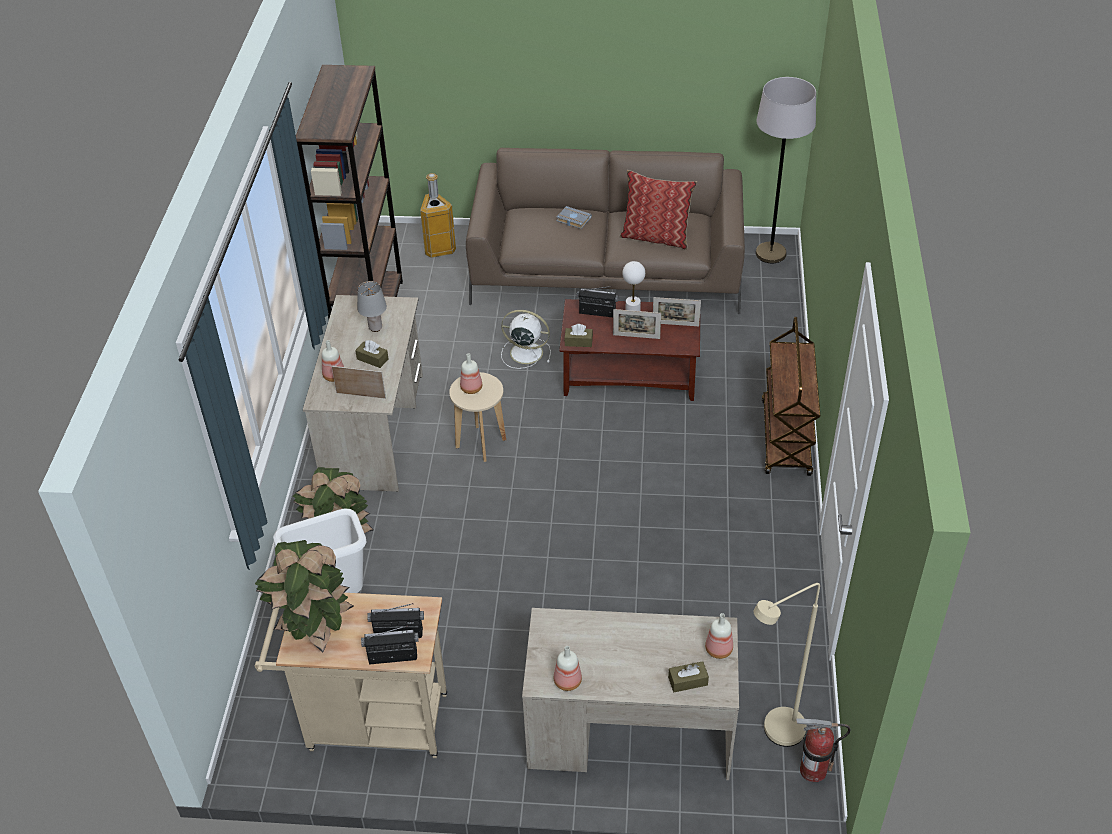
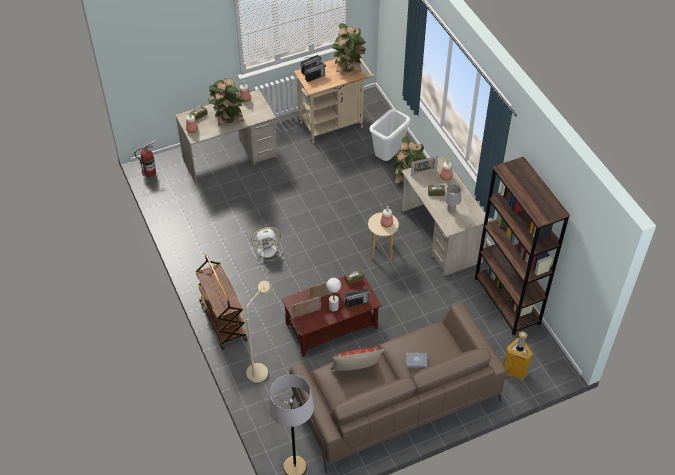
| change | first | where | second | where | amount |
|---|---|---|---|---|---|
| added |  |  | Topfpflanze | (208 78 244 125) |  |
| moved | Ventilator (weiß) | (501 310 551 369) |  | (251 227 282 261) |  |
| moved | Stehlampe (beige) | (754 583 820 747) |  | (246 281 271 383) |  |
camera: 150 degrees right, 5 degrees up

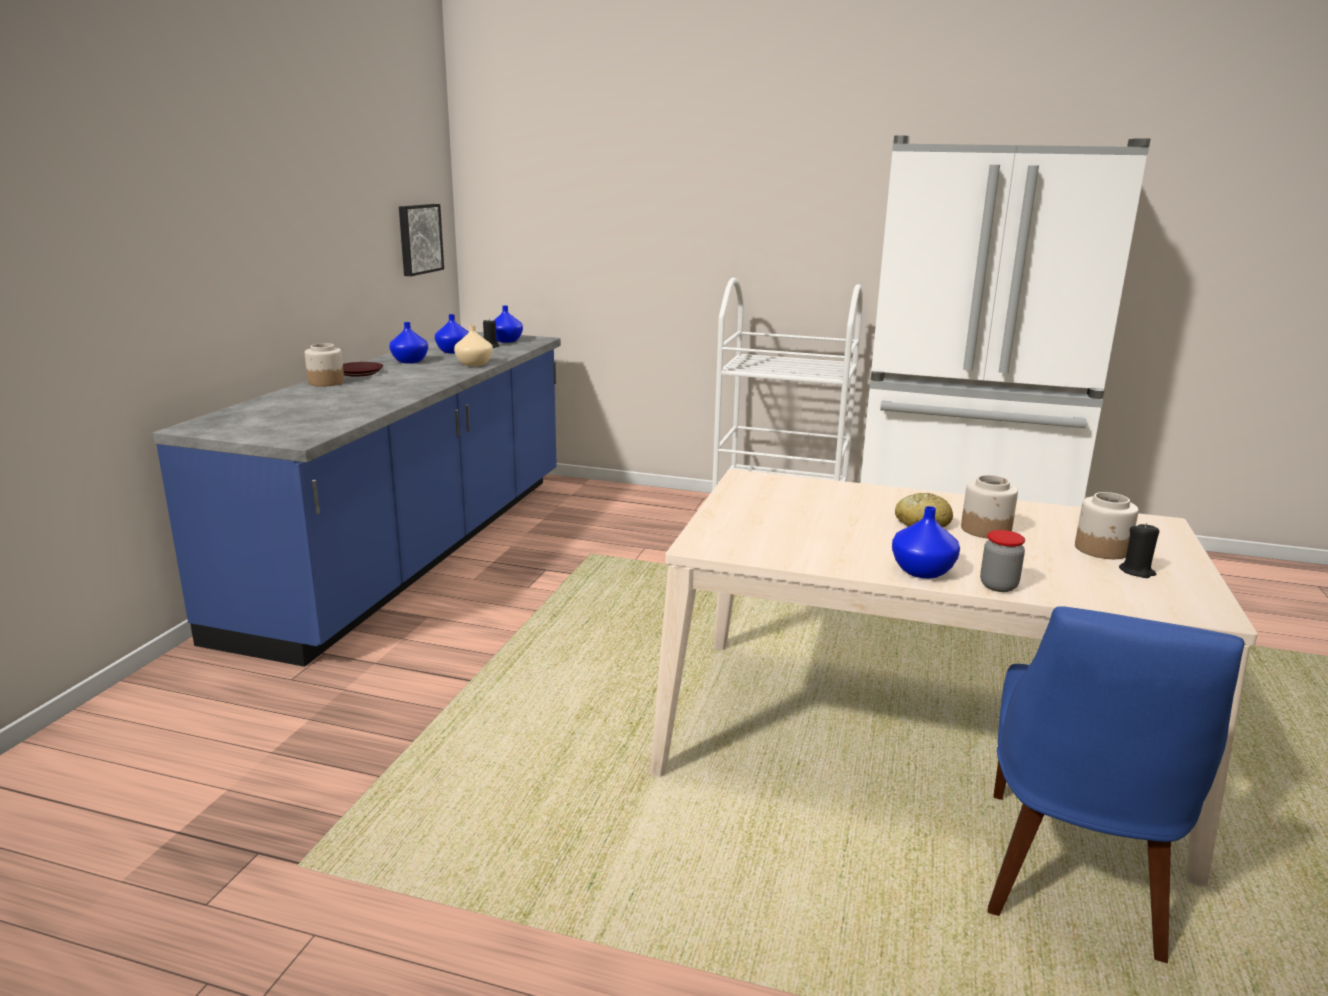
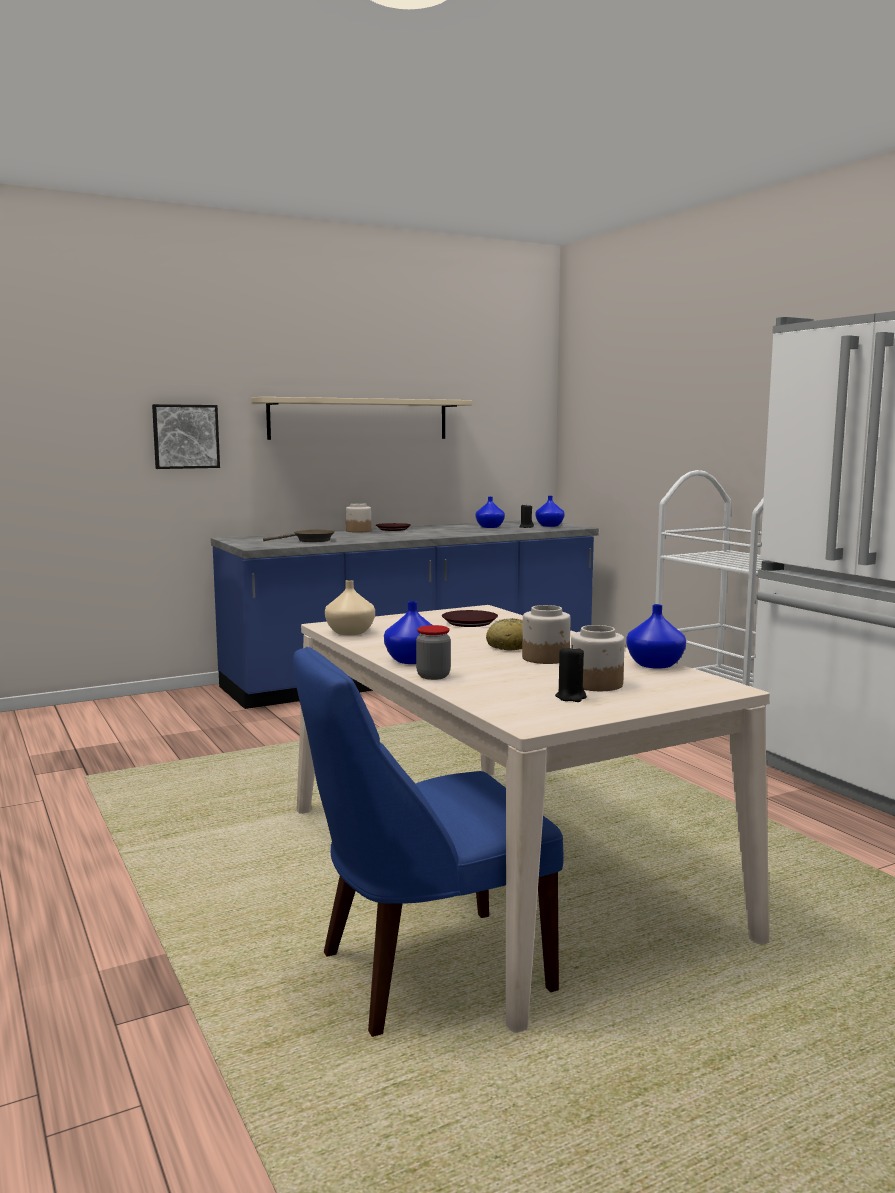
| change | first | where | second | where | amount |
|---|---|---|---|---|---|
| added |  |  | Wandregal (beige) | (251 397 472 440) |  |
| added |  |  | Pfanne (braun) | (263 530 335 542) |  |
| added |  |  | Teller (braun) | (442 610 498 627) |  |
| moved | Vase (blau) | (389 322 428 363) |  | (626 604 686 669) |  |
| moved | Bild | (399 204 444 276) |  | (152 404 220 469) |  |
| moved | Vase (beige) | (454 325 493 367) |  | (325 580 375 635) |  |
camera: 45 degrees right, 10 degrees down

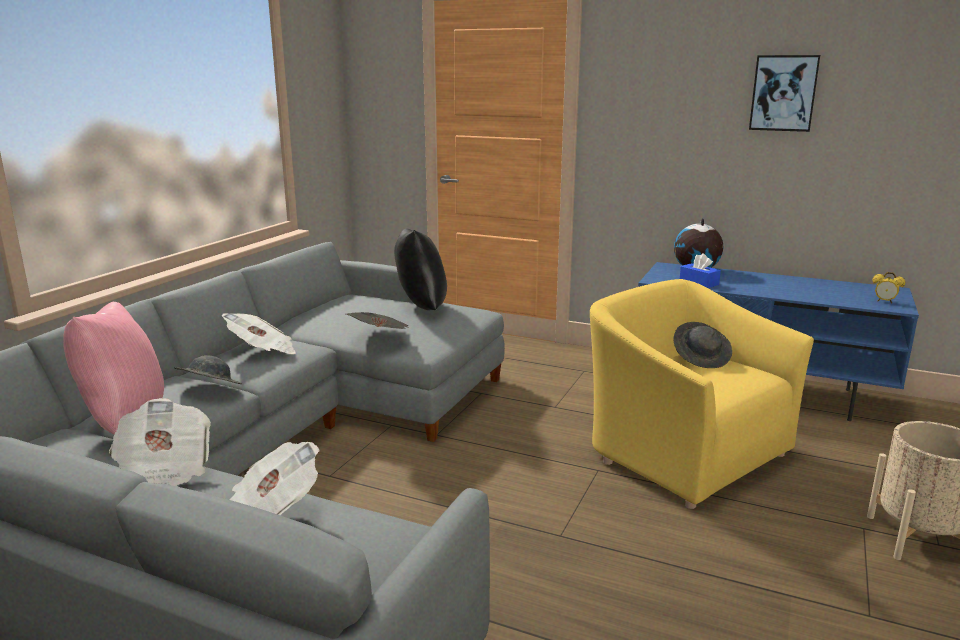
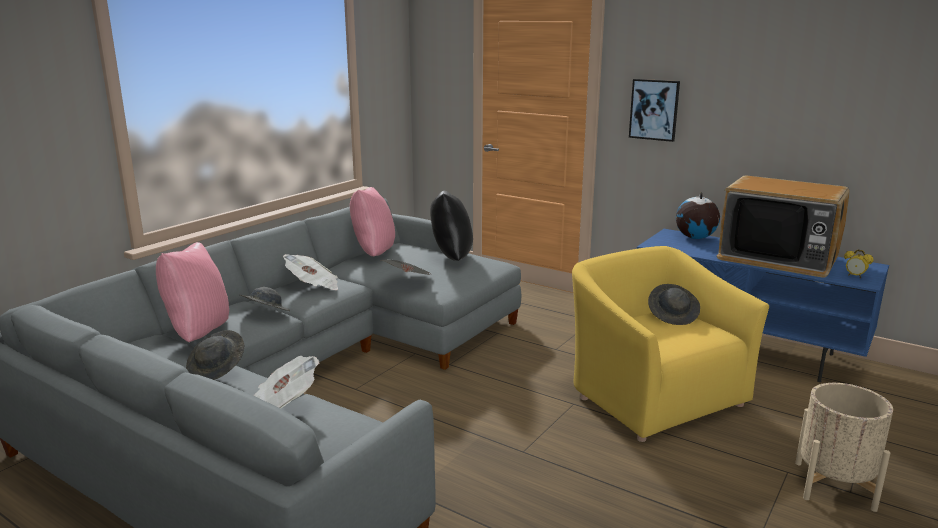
| change | first | where | second | where | amount |
|---|---|---|---|---|---|
| removed | Taschentuchbox (blau) | (680 253 721 288) |  |  |  |
| added |  |  | Kissen (rosa) | (350 187 395 256) |  |
| added |  |  | Fernseher | (716 176 850 278) |  |
| moved | Bild | (749 55 820 132) |  | (629 79 680 142) |  |
| replaced | Zeitung | (109 398 211 486) | Hut (grau) | (186 330 244 380) |  |
camera: 10 degrees right, 0 degrees up

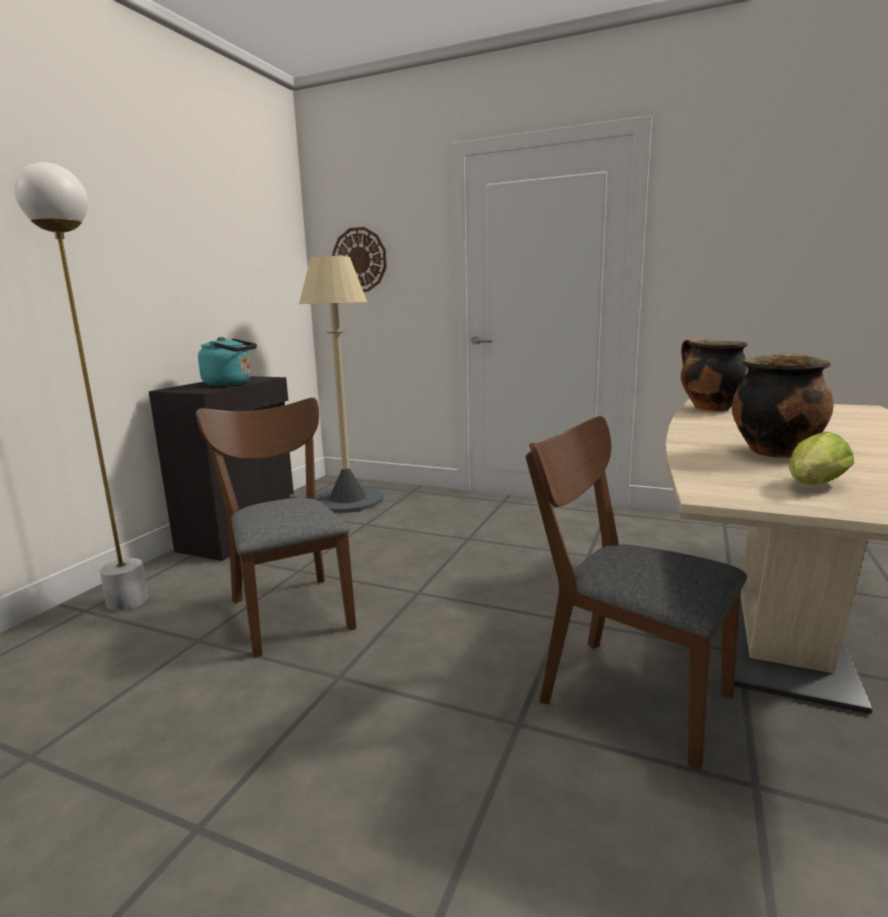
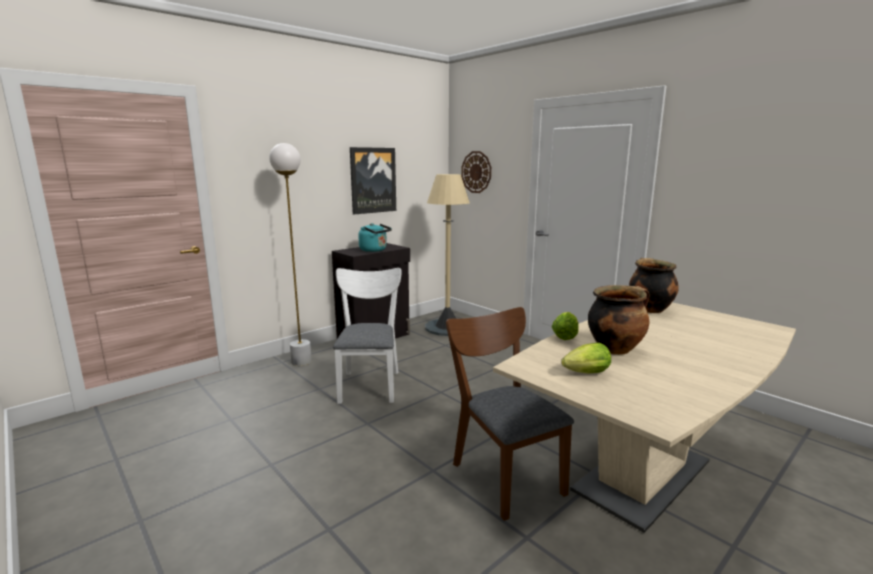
| change | first | where | second | where | amount |
|---|---|---|---|---|---|
| added |  |  | Bild | (350 147 396 214) |  |
| added |  |  | Salatkopf | (552 312 579 340) |  |
| recoloured | Stuhl (braun) | (196 398 356 658) | Stuhl (weiß) | (333 268 401 404) |  |
camera: 25 degrees right, 0 degrees up

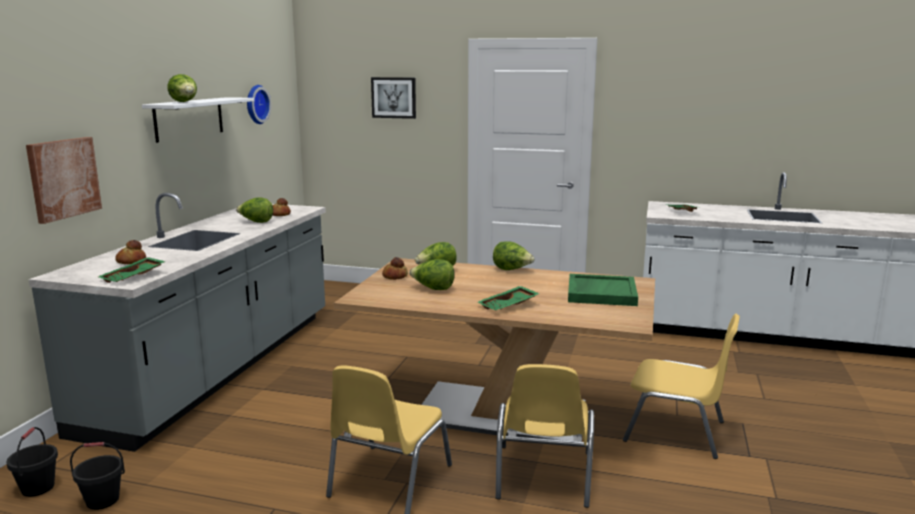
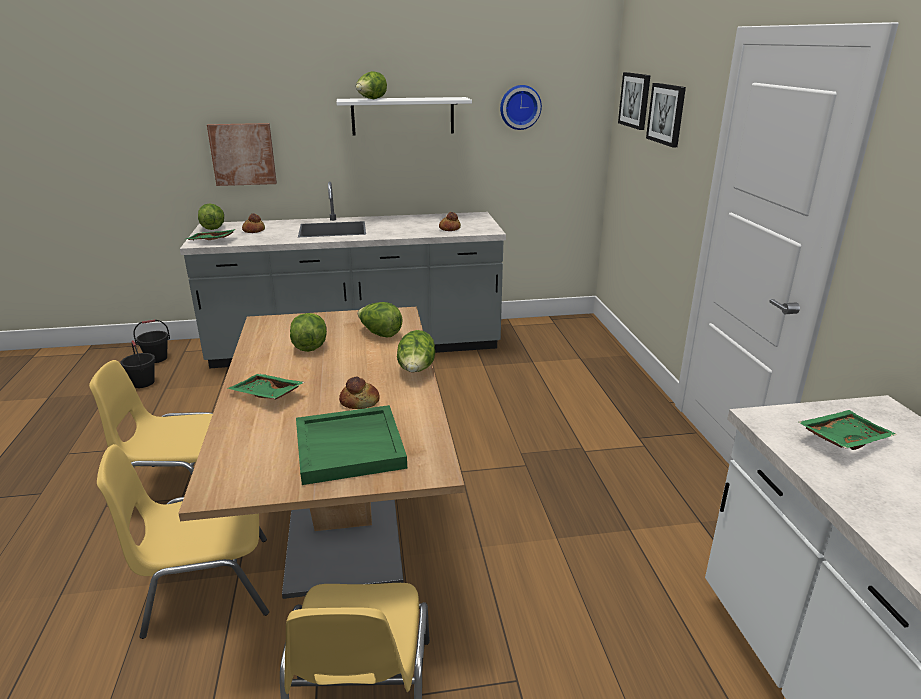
| change | first | where | second | where | amount |
|---|---|---|---|---|---|
| added |  |  | Bild | (618 72 651 130) |  |
| moved | Salatkopf | (236 197 273 223) |  | (198 203 224 230) |  |
| moved | Brot | (382 257 408 280) |  | (339 377 380 409) |  |
camera: 65 degrees right, 10 degrees up

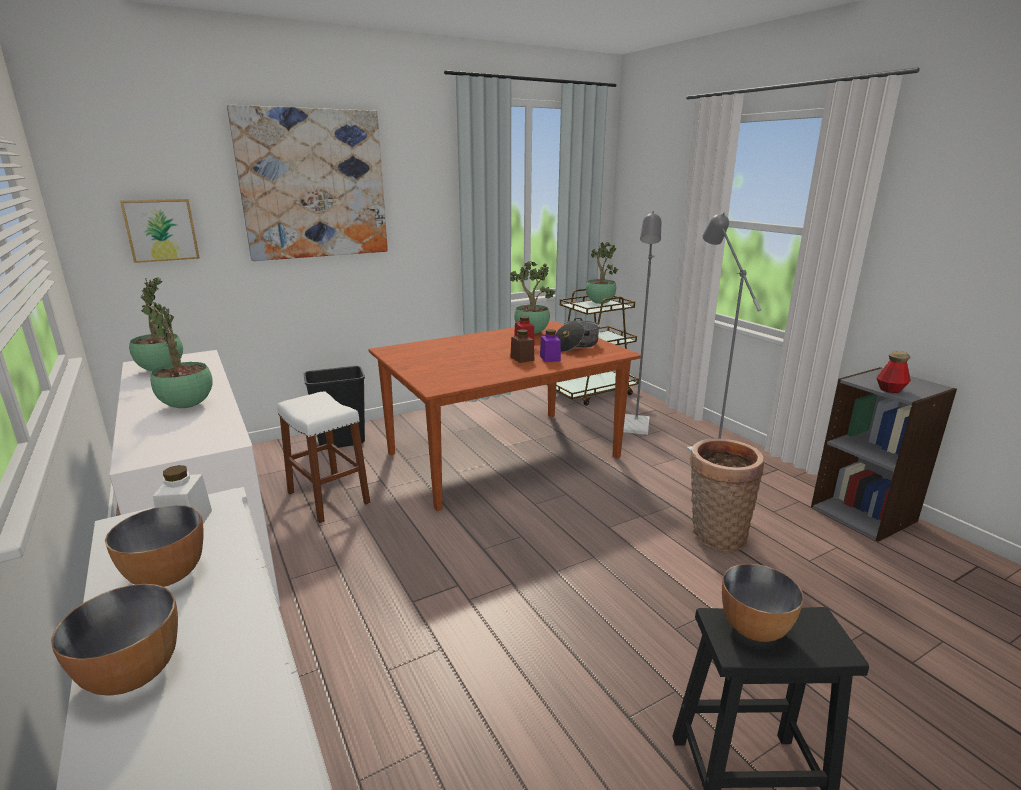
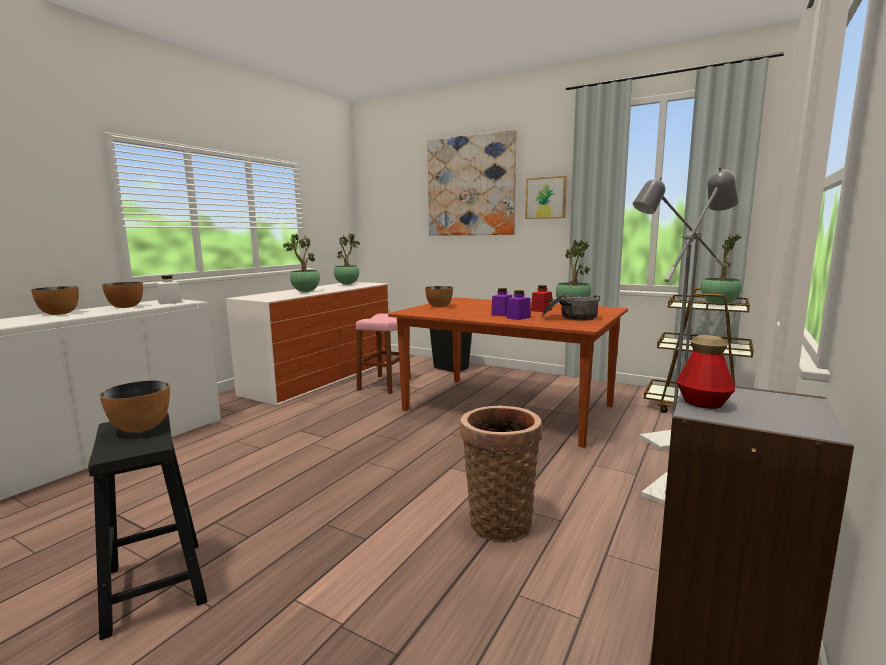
| change | first | where | second | where | amount |
|---|---|---|---|---|---|
| added |  |  | Schüssel | (425 286 453 308) |  |
| moved | Bild | (120 199 200 263) |  | (525 176 567 219) |  |
| recoloured | Hocker (weiß) | (277 391 370 523) | Hocker (rosa) | (356 313 411 394) |  |
| recoloured | Vorratsglas (braun) | (510 329 534 363) | Vorratsglas (lila) | (491 288 512 316) |  |
camera: 60 degrees right, 10 degrees down

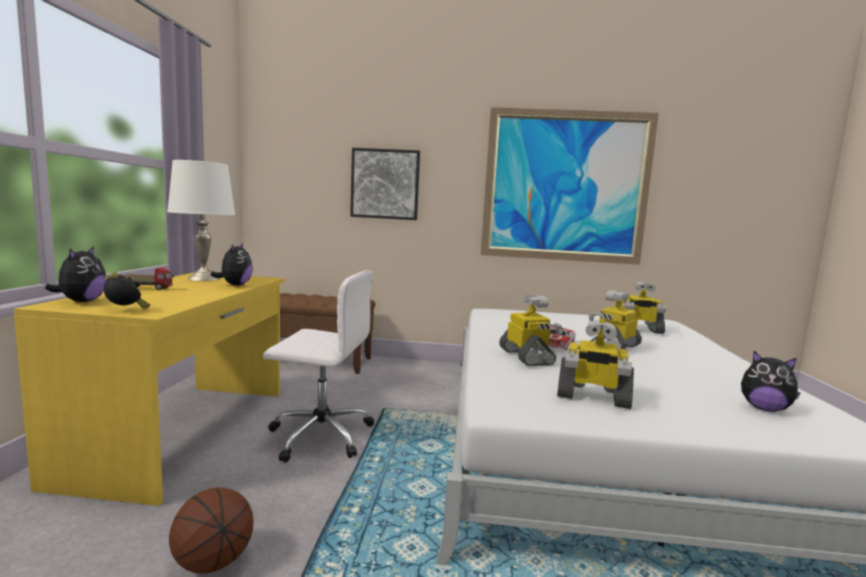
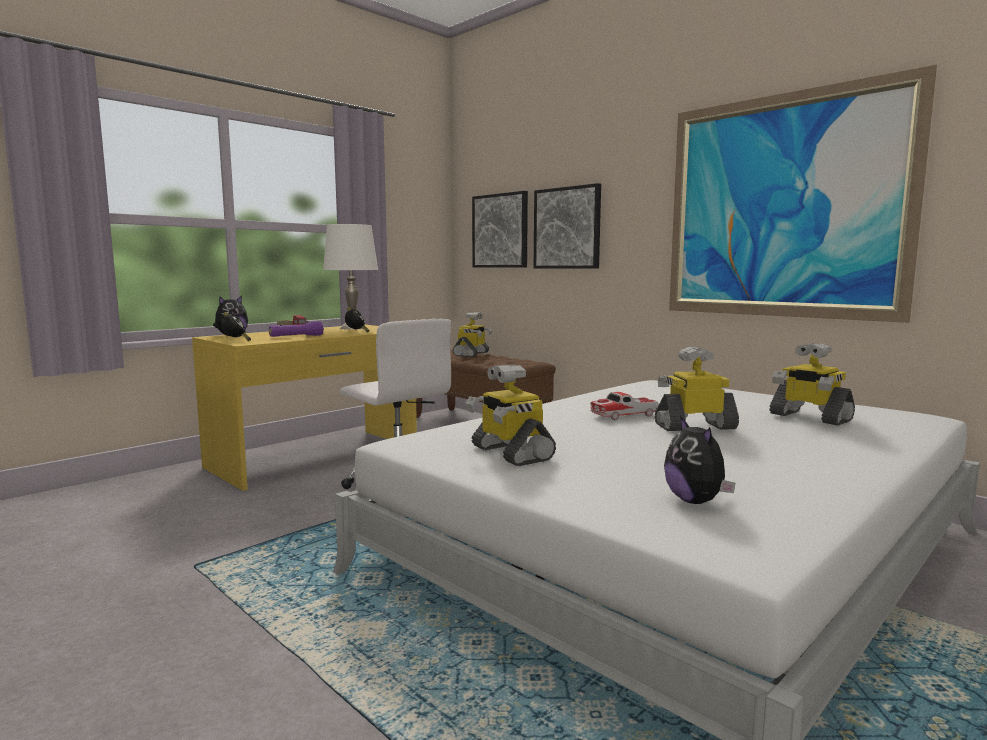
| change | first | where | second | where | amount |
|---|---|---|---|---|---|
| removed | Basketball | (169 488 254 574) |  |  |  |
| added |  |  | Taschenlampe (lila) | (269 321 324 337) |  |
| added |  |  | Bild | (472 191 528 268) |  |
| moved | Spielzeugroboter | (499 295 563 366) |  | (453 312 492 357) |  |
| replaced | Plüschtier | (211 243 253 286) | Wecker | (345 307 369 332) |  |
camera: 40 degrees right, 0 degrees up

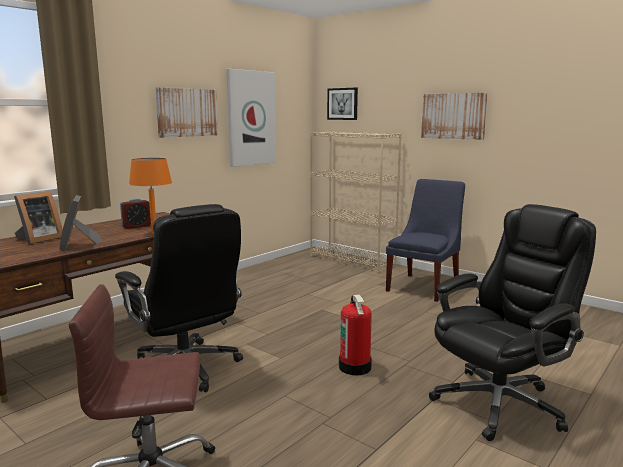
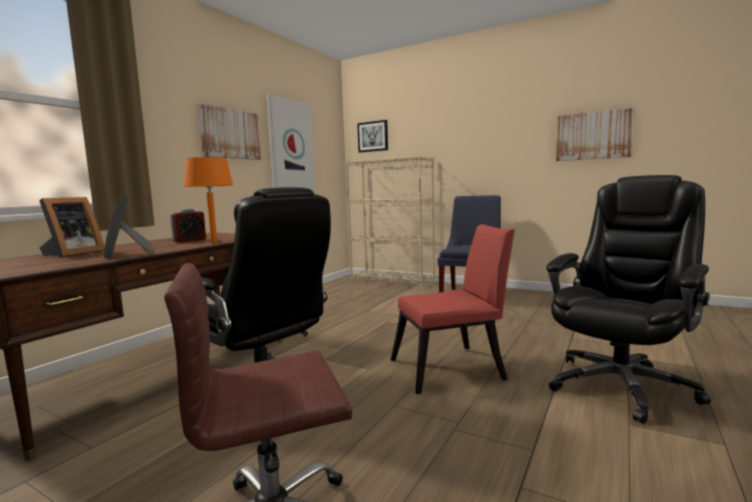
| change | first | where | second | where | amount |
|---|---|---|---|---|---|
| moved | Bild | (421 93 488 140) |  | (556 108 635 161) |  |
| replaced | Feuerlöscher | (339 294 372 375) | Stuhl (rot) | (390 224 515 394) |  |
camera: 10 degrees left, 5 degrees down

